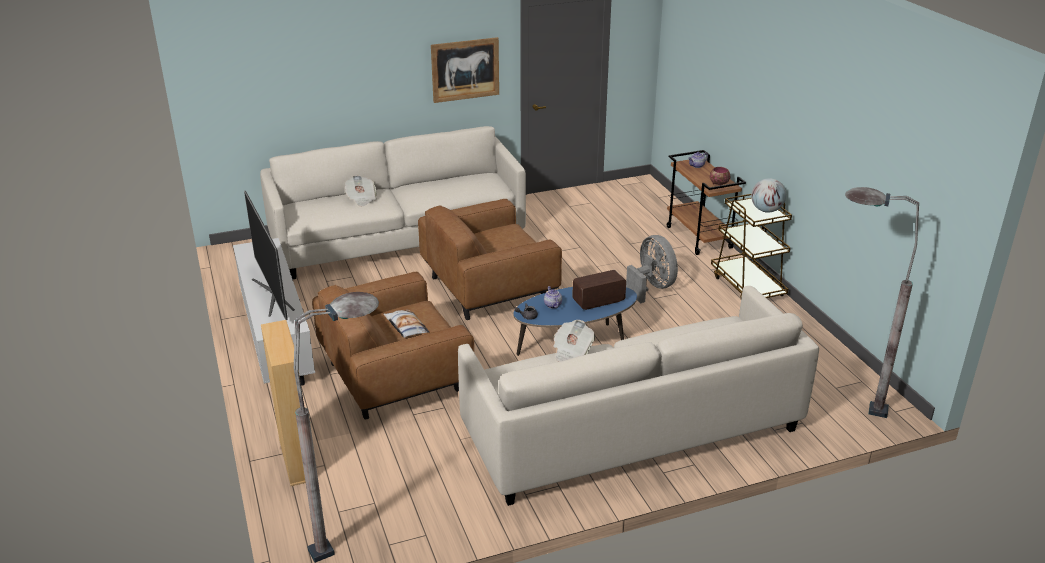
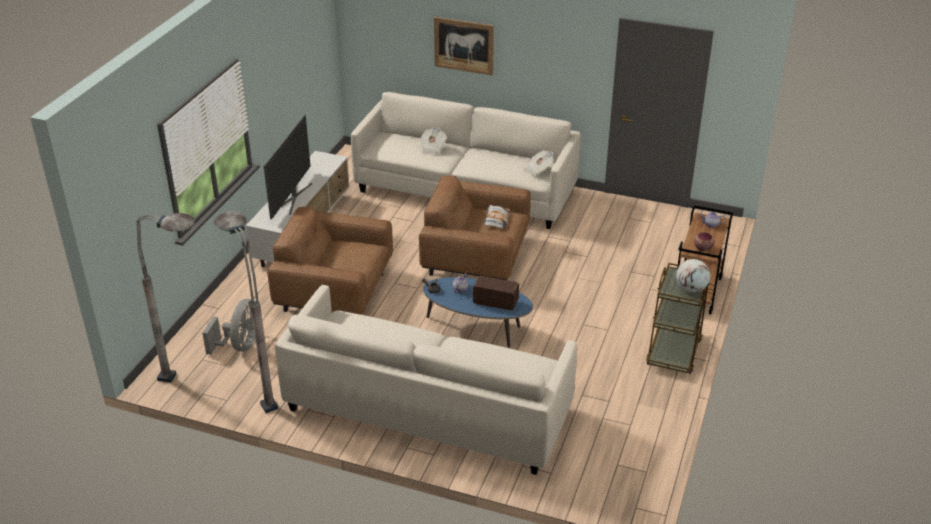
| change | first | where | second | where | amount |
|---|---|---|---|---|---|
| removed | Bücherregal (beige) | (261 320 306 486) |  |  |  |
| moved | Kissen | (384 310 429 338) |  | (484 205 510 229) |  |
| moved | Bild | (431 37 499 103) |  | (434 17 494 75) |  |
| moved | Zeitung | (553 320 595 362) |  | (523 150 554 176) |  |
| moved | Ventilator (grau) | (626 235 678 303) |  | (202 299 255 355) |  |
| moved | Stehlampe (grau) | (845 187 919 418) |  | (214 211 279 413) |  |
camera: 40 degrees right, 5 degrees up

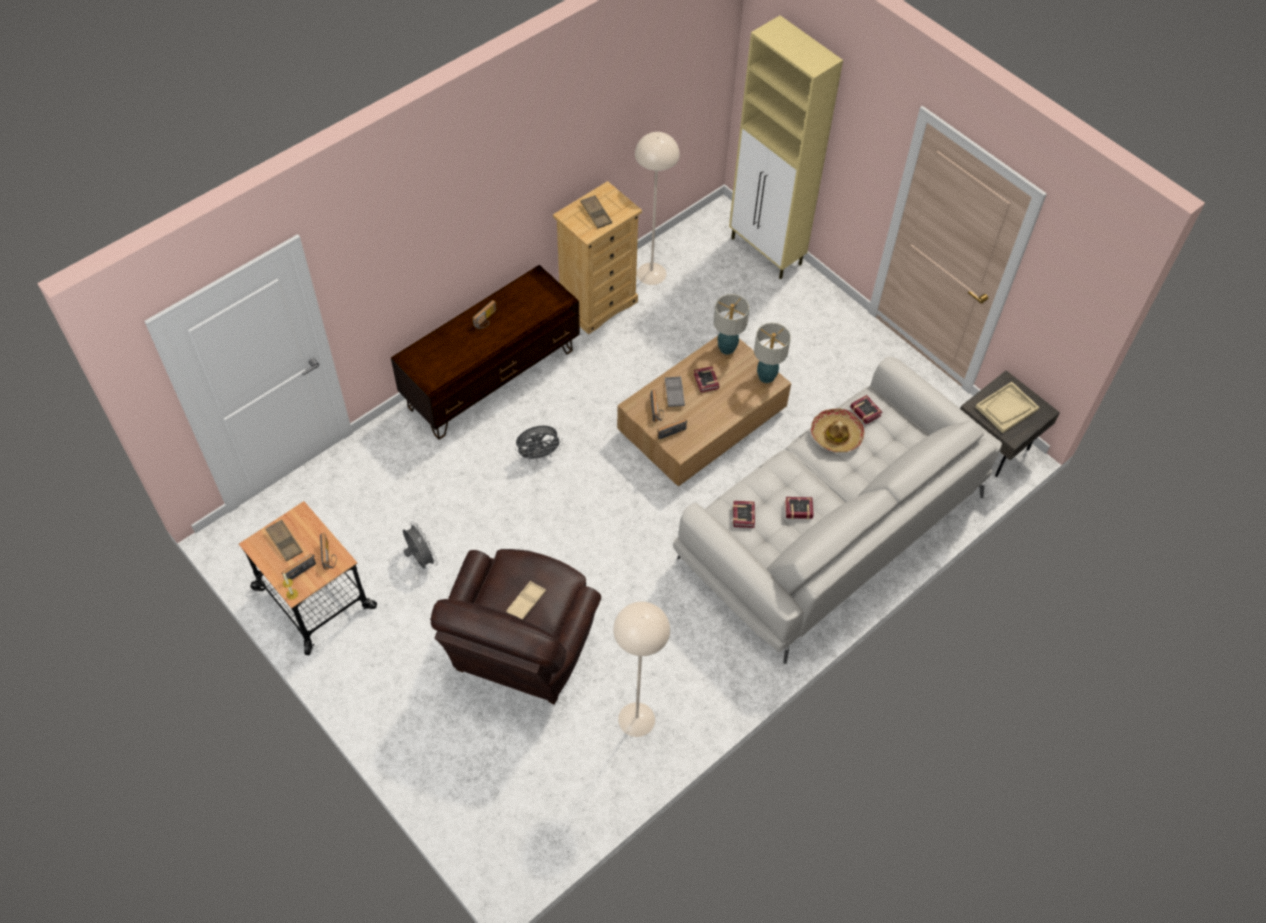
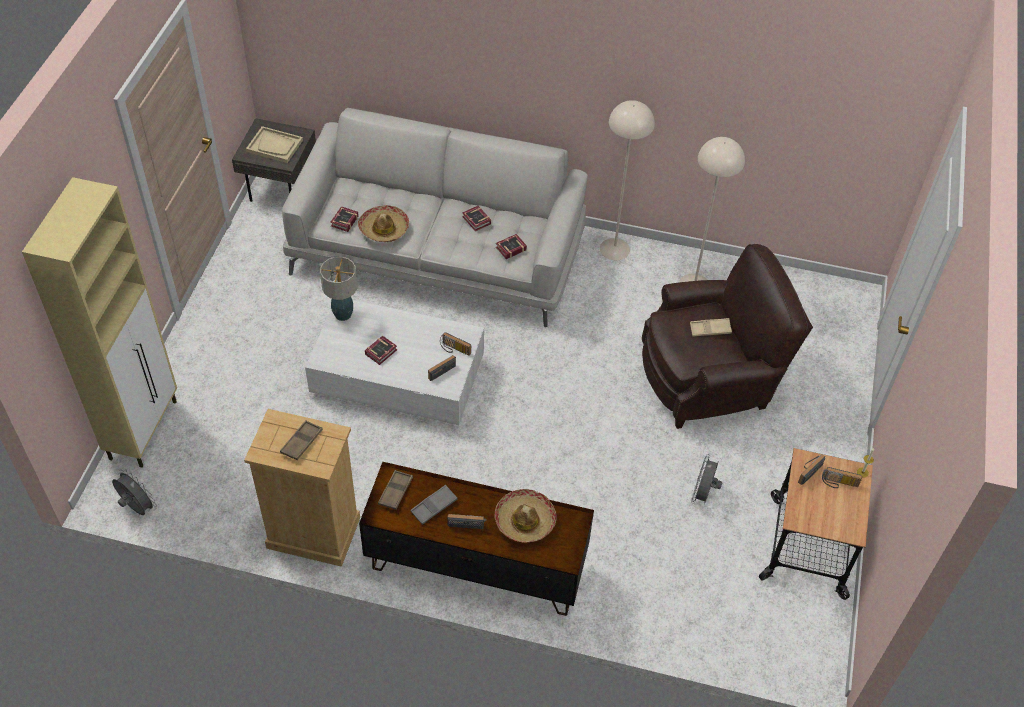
| change | first | where | second | where | amount |
|---|---|---|---|---|---|
| removed | Tischlampe | (714 294 749 355) |  |  |  |
| added |  |  | Hut | (494 489 557 542) |  |
| moved | Tablett (braun) | (265 520 303 561) |  | (378 470 413 510) |  |
| moved | Ventilator (grau) | (515 426 563 462) |  | (112 470 157 515) |  |
| moved | Stehlampe (beige) | (635 132 680 285) |  | (600 100 655 260) |  |
| moved | Tablett (grau) | (665 376 685 407) |  | (410 485 458 525) |  |
| recoloured | Couchtisch (braun) | (617 336 791 487) | Couchtisch (weiß) | (305 300 484 425) |  |
camera: 125 degrees left, 5 degrees down

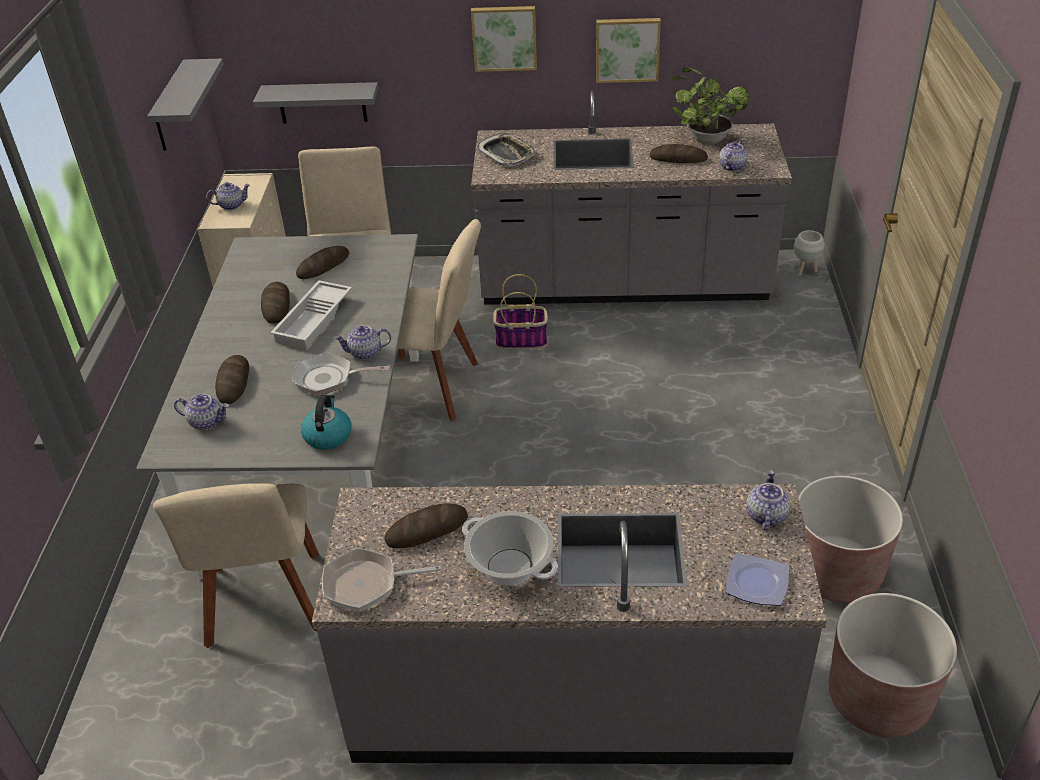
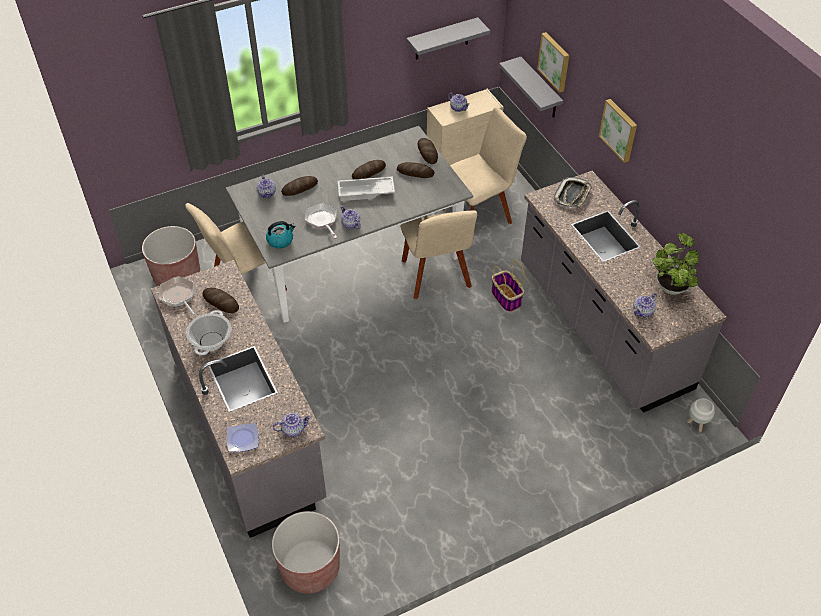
| change | first | where | second | where | amount |
|---|---|---|---|---|---|
| moved | Bild | (596 18 661 83) |  | (537 32 569 93) |  |
| moved | Brot | (650 144 708 163) |  | (417 138 438 164) |  |
| moved | Pflanzkübel (braun) | (798 476 903 603) |  | (142 226 200 286) |  |
| turned | Teekanne | (719 139 748 171) |  | (634 293 657 317) | 135 degrees clockwise |
camera: 60 degrees right, 10 degrees up

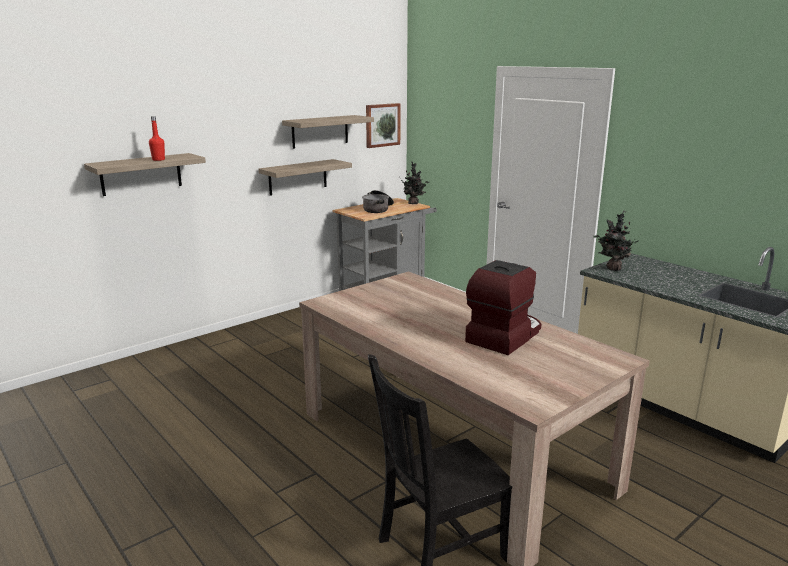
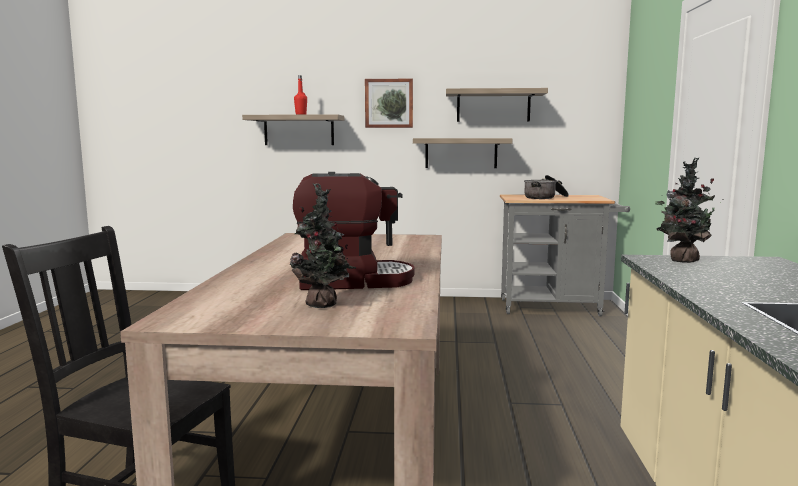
| change | first | where | second | where | amount |
|---|---|---|---|---|---|
| moved | Bild | (366 103 400 148) |  | (365 79 413 128) |  |
| moved | Topfpflanze | (401 162 430 204) |  | (290 183 356 308) |  |
camera: 45 degrees right, 10 degrees down

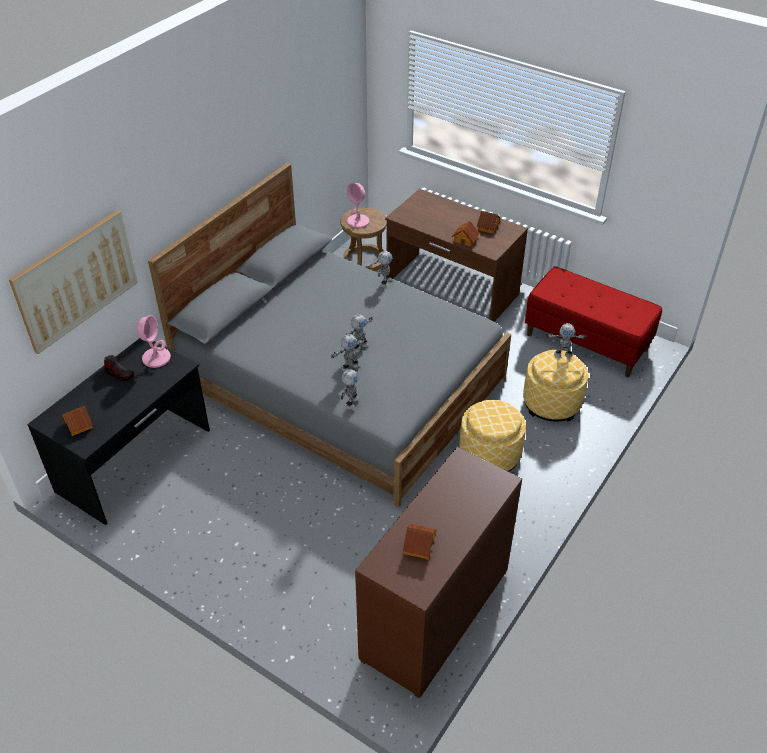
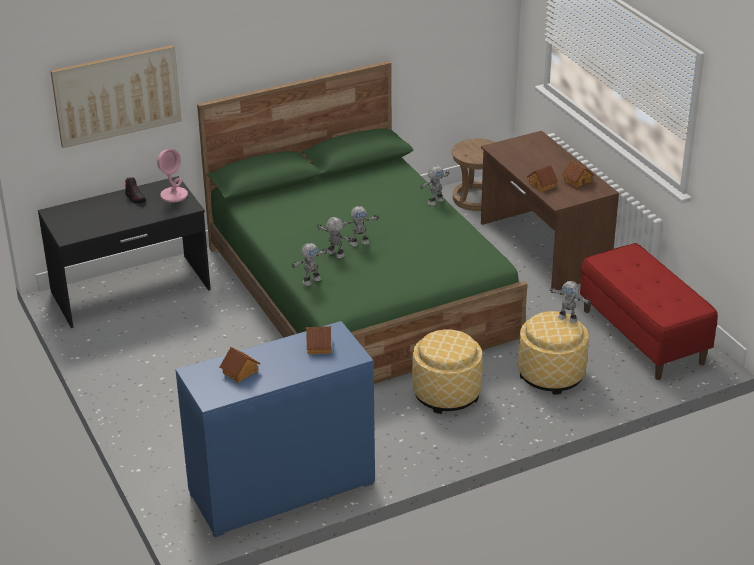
| change | first | where | second | where | amount |
|---|---|---|---|---|---|
| removed | Tischlampe (rosa) | (347 183 370 228) |  |  |  |
| moved | Spielzeughaus | (62 406 93 436) |  | (306 326 331 354) |  |
| recoloured | Bett (grau) | (148 163 511 507) | Bett (grün) | (197 61 527 384) |  |
| recoloured | Kommode (braun) | (355 447 522 698) | Kommode (blau) | (175 321 375 537) |  |
| turned | Spielzeugroboter | (331 334 366 372) |  | (317 217 351 258) | 135 degrees counterclockwise |
camera: 30 degrees right, 10 degrees down

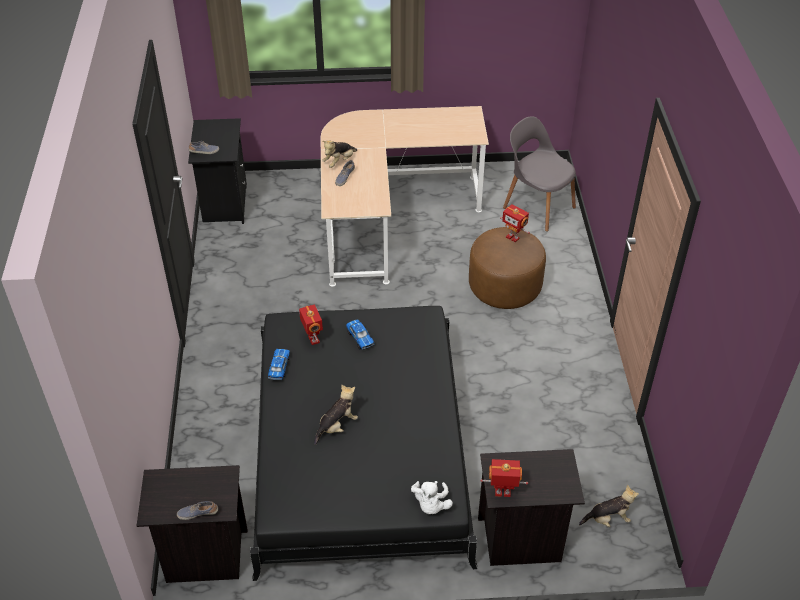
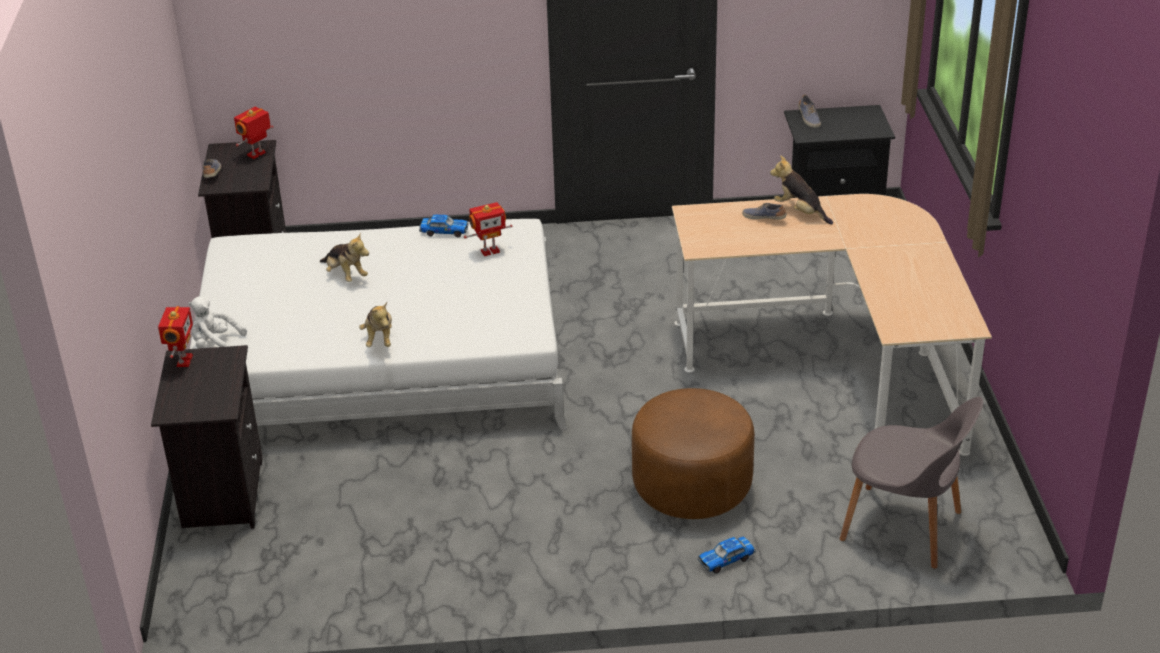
| change | first | where | second | where | amount |
|---|---|---|---|---|---|
| moved | Spielzeugauto | (346 319 375 350) |  | (697 537 756 574) |  |
| moved | Spielzeugroboter | (500 204 530 242) |  | (234 107 273 159) |  |
| moved | Plüschtier | (579 485 639 527) |  | (359 302 392 347) |  |
| recoloured | Bett (schwarz) | (250 306 478 581) | Bett (weiß) | (190 219 567 431) |  |
| turned | Stuhl (grau) | (503 116 576 232) |  | (840 397 983 569) | 75 degrees clockwise |
camera: 90 degrees right, 10 degrees down

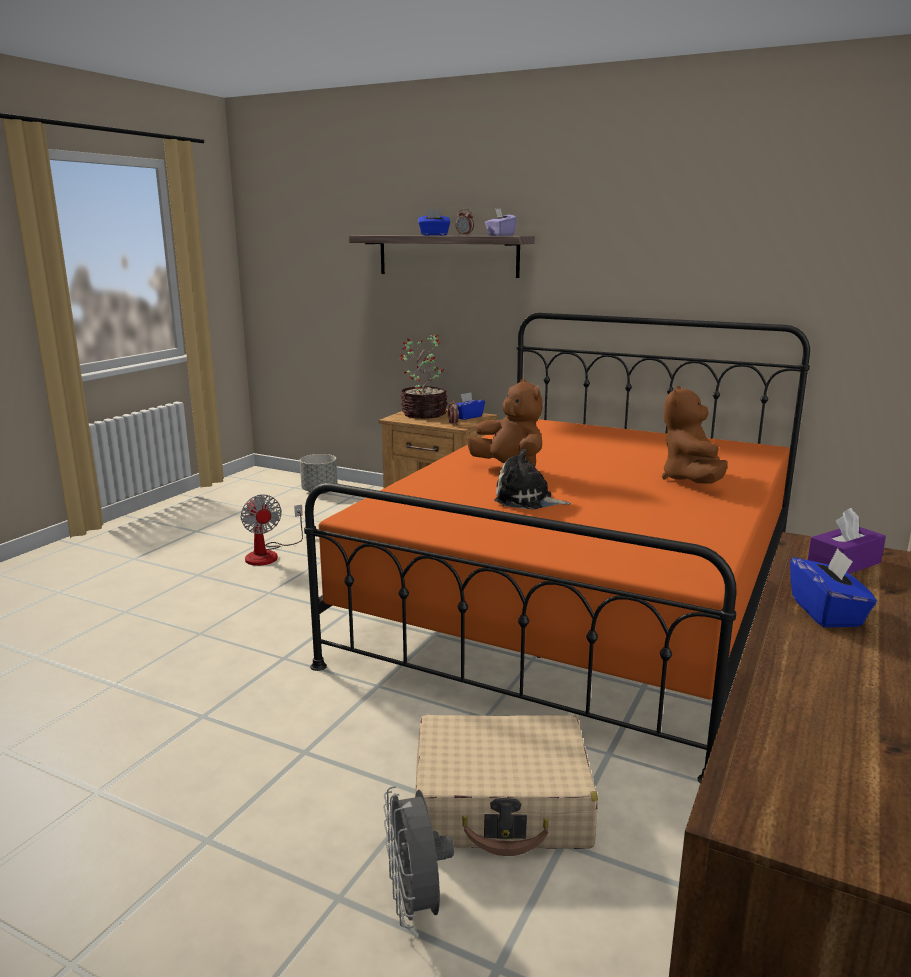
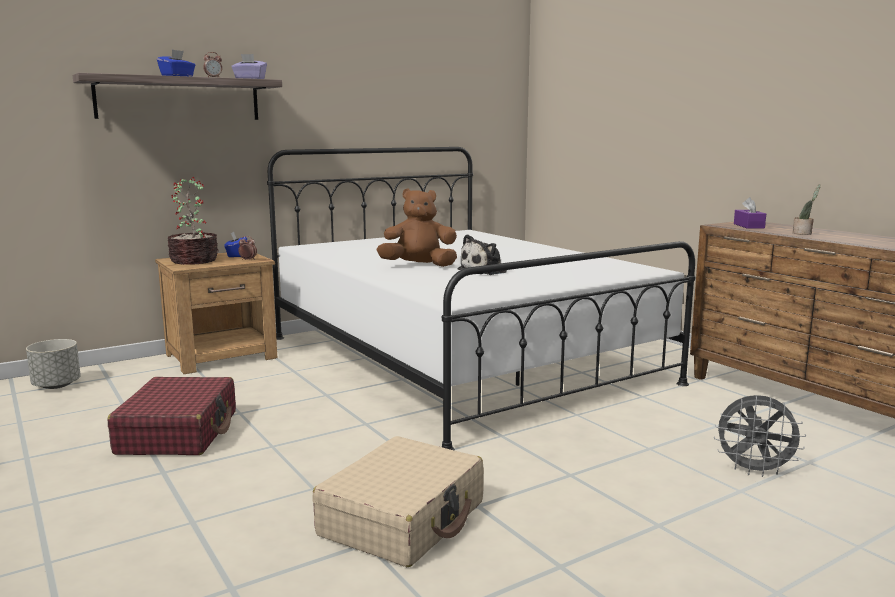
| change | first | where | second | where | amount |
|---|---|---|---|---|---|
| removed | Plüschtier (braun) | (662 386 727 483) |  |  |  |
| moved | Koffer (beige) | (415 715 598 856) |  | (313 436 484 567) |  |
| replaced | Ventilator | (240 494 303 566) | Koffer (rot) | (108 377 236 455) |  |
| replaced | Taschentuchbox (blau) | (790 548 877 627) | Topfpflanze | (793 185 821 235) |  |
| recoloured | Bett (orange) | (304 313 810 783) | Bett (weiß) | (267 147 696 451) |  |
camera: 60 degrees left, 5 degrees down

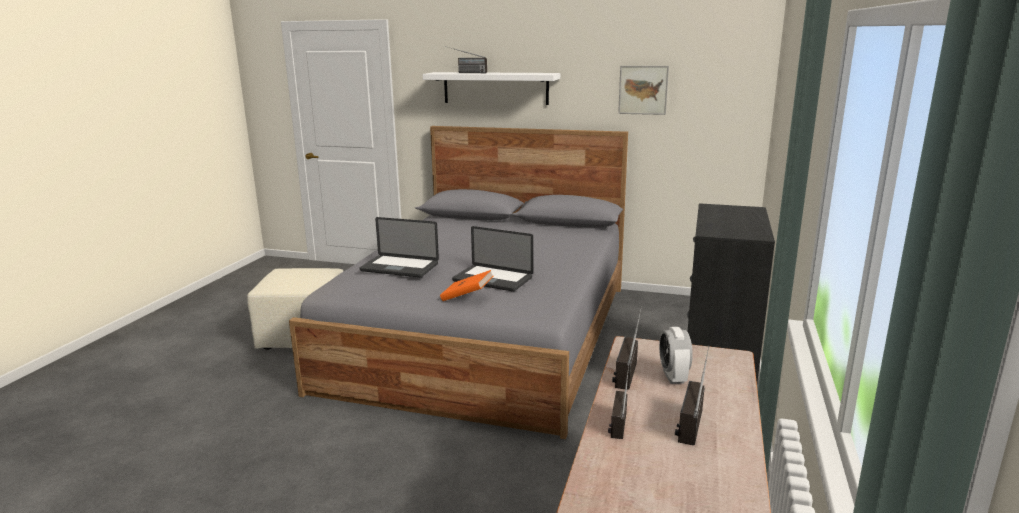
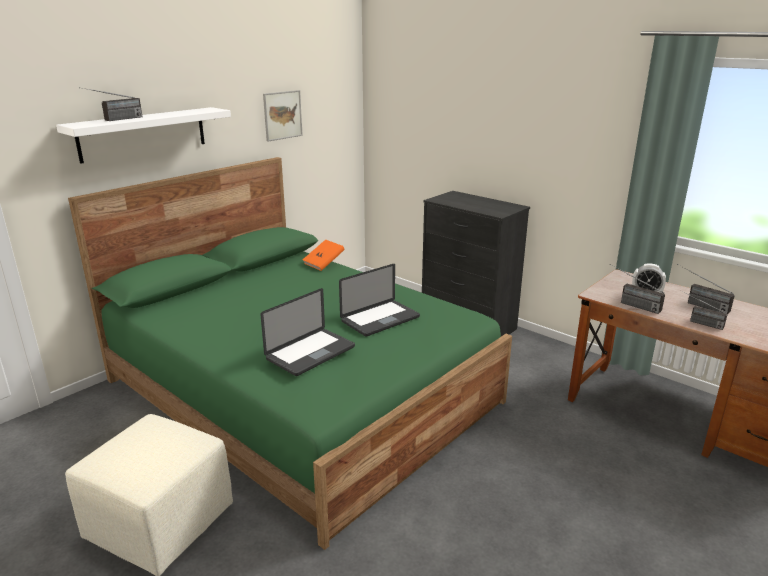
| change | first | where | second | where | amount |
|---|---|---|---|---|---|
| moved | Buch (orange) | (440 270 494 301) |  | (303 239 345 271) |  |
| recoloured | Bett (grau) | (289 126 628 439) | Bett (grün) | (68 157 512 550) |  |
camera: 65 degrees left, 5 degrees up

